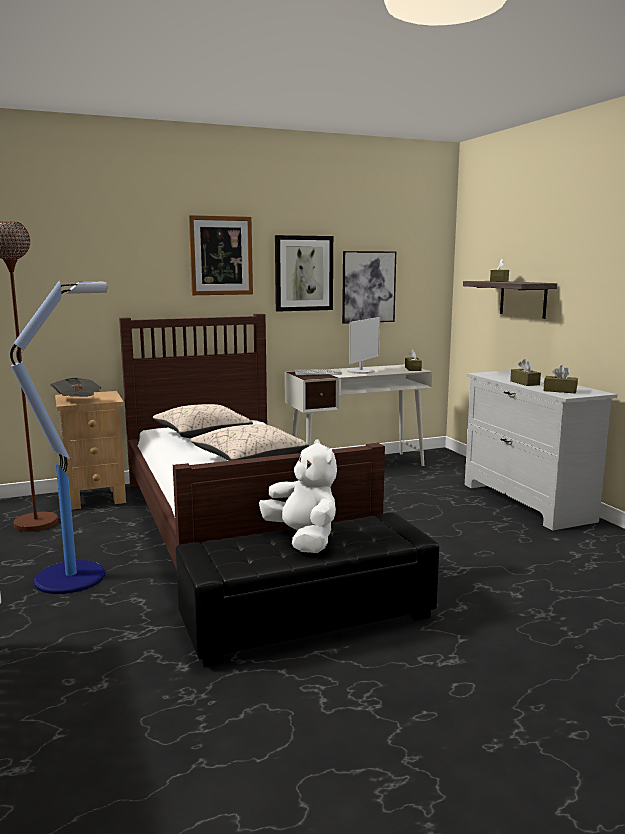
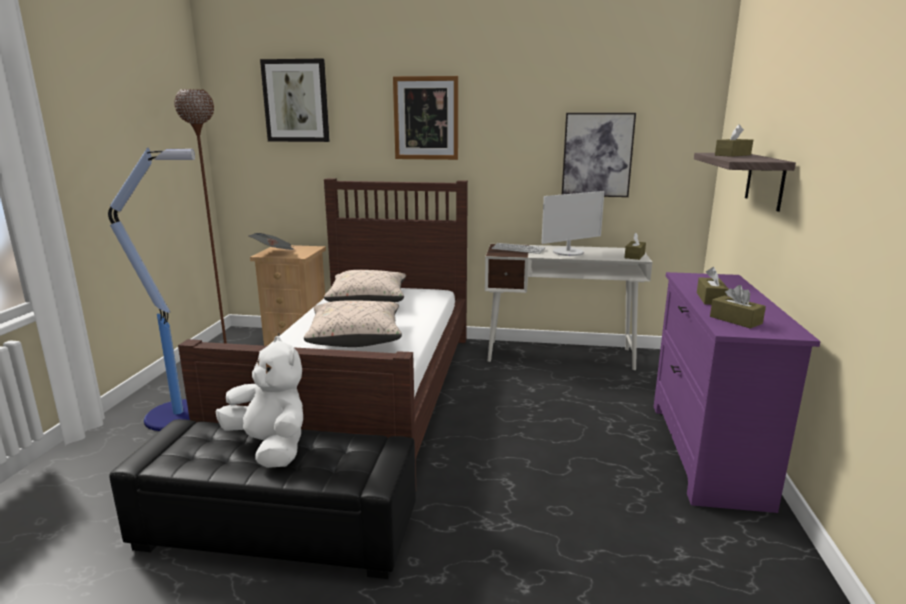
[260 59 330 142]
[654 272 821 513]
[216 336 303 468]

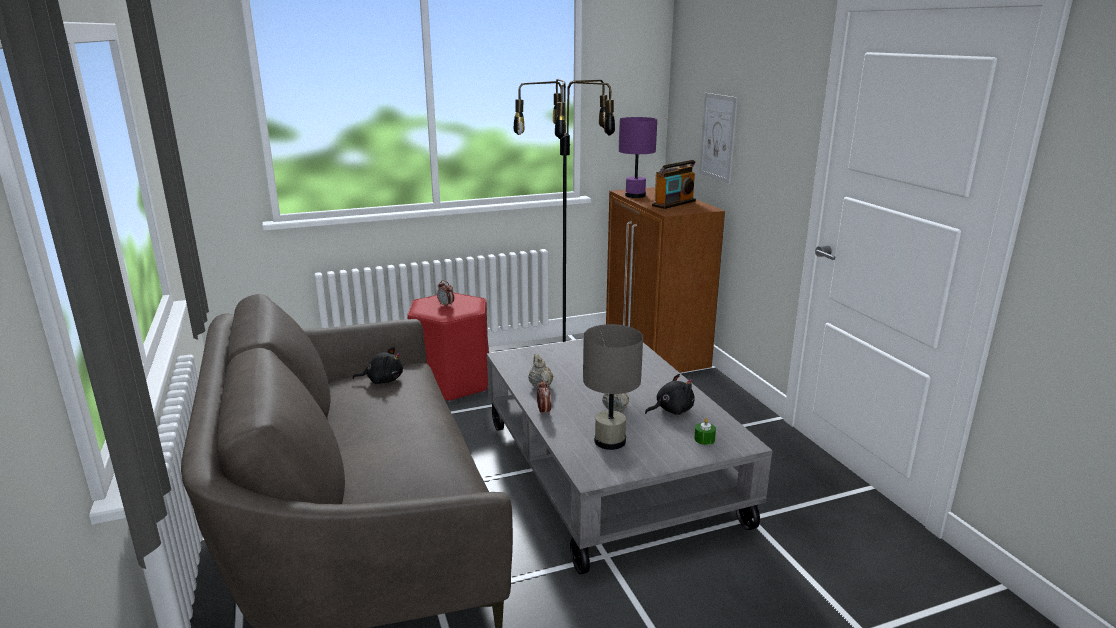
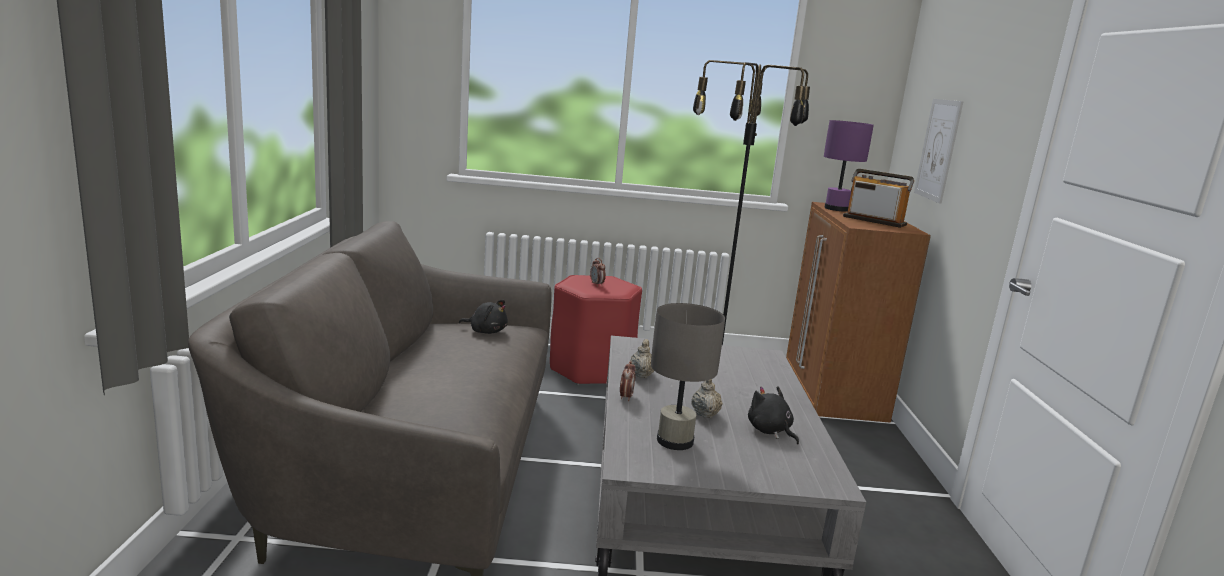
[843 169 914 228]
[748 386 799 445]
[694 418 716 445] (first image)

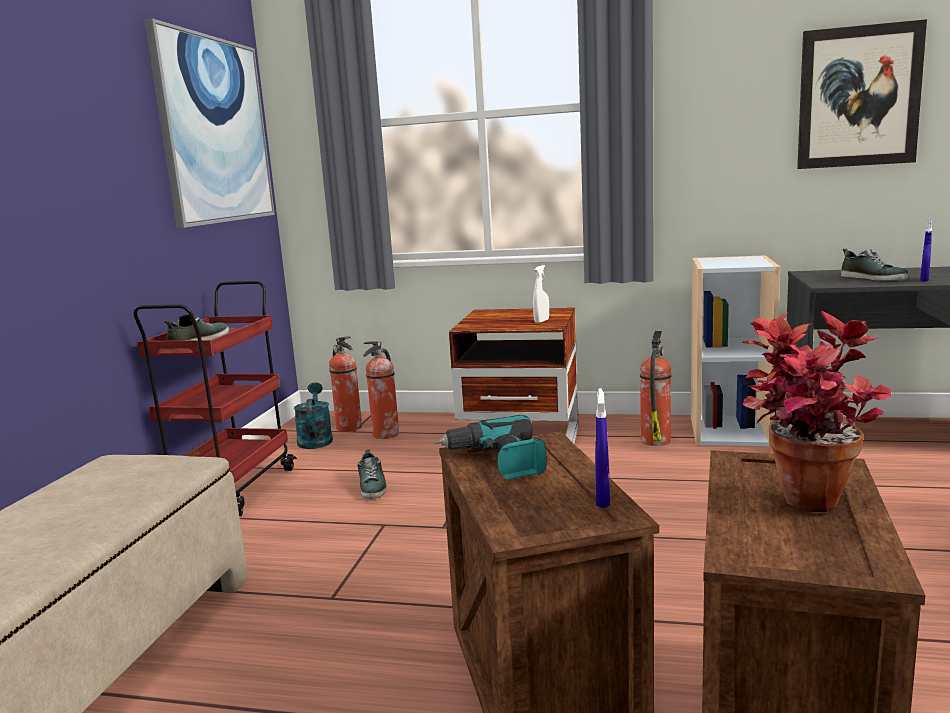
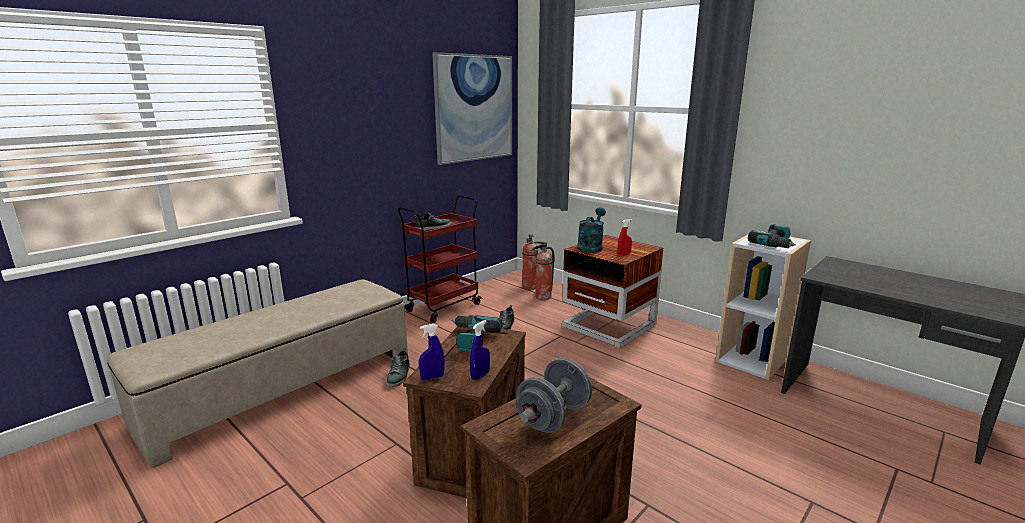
[797 19 927 169] (first image)
[419 324 444 381]
[386 348 410 387]
[618 219 632 255]
[516 357 592 433]
[640 331 671 446] (first image)
[577 207 606 253]
[748 224 796 248]

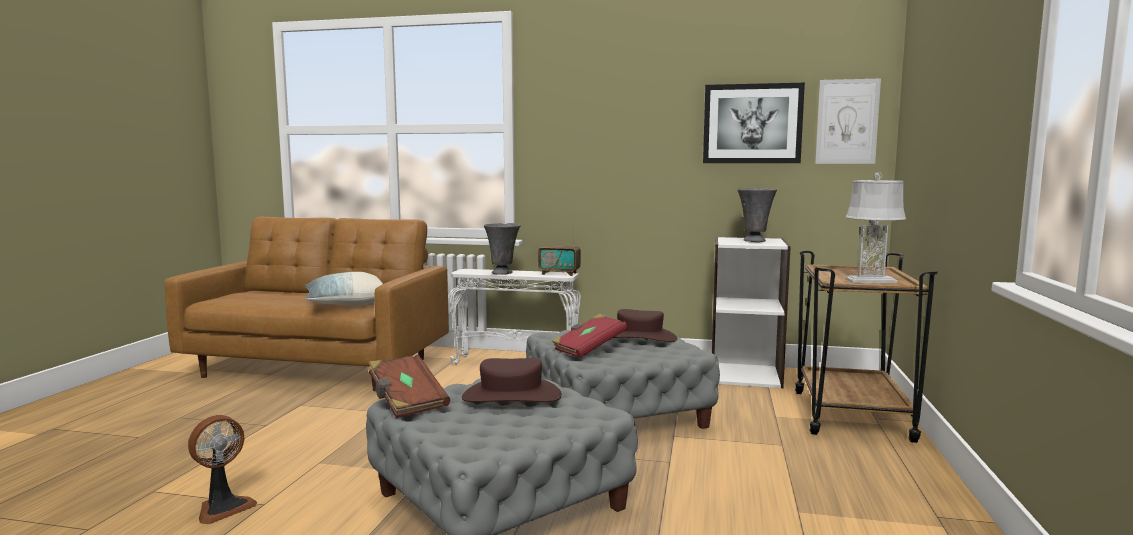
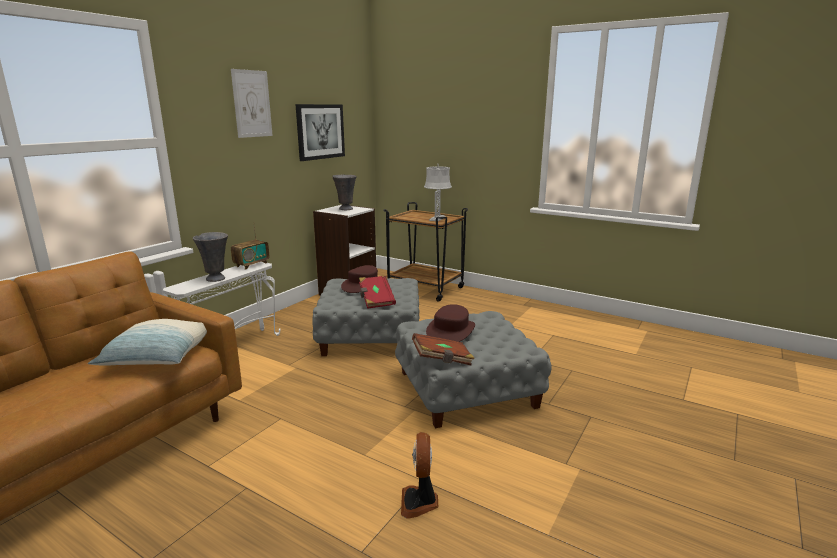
[231 69 273 138]
[401 432 438 519]

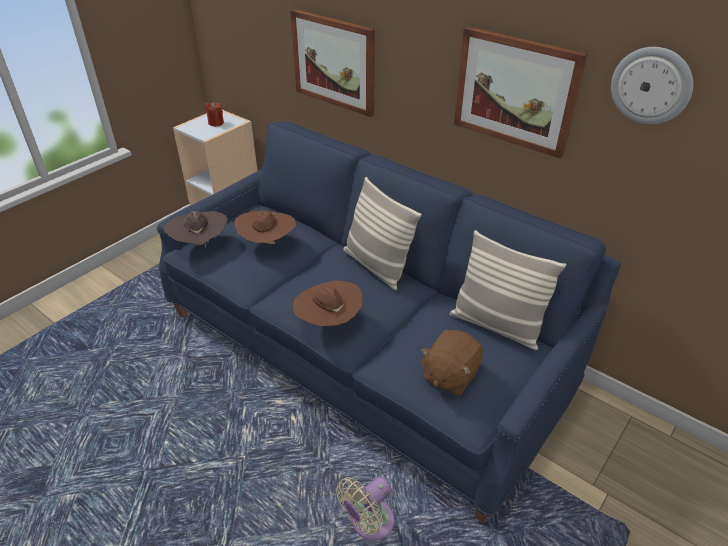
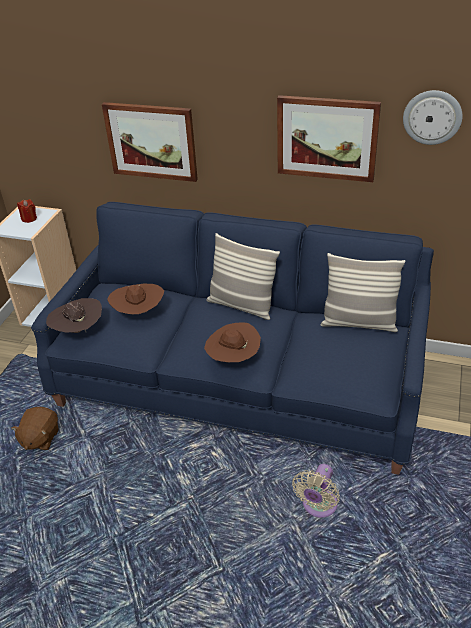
[11 407 59 450]

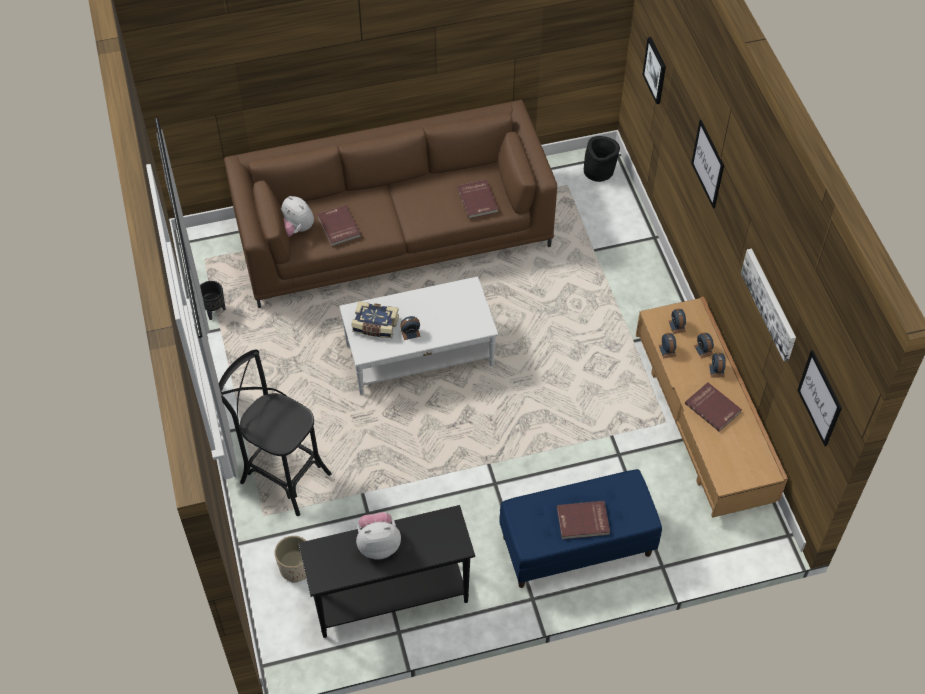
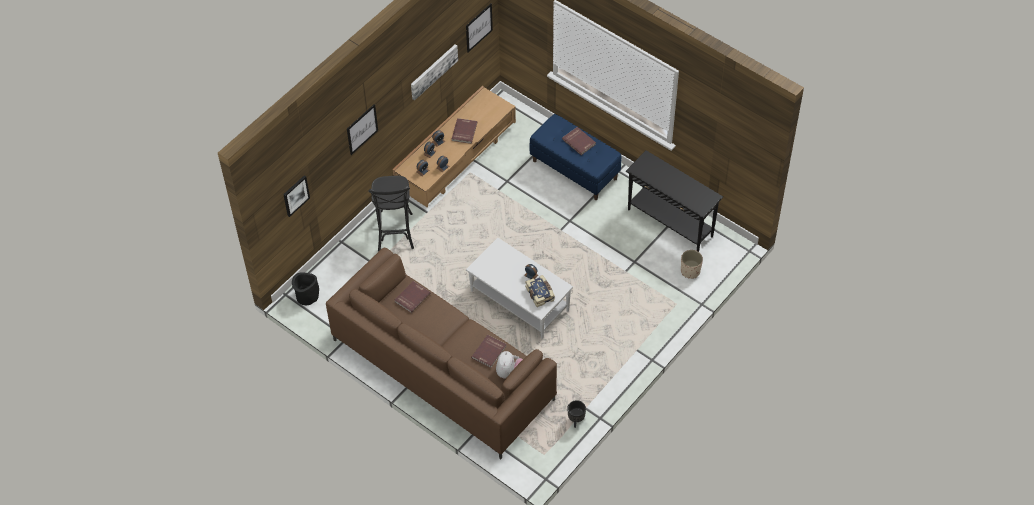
[368 176 414 251]
[356 512 401 559] (first image)

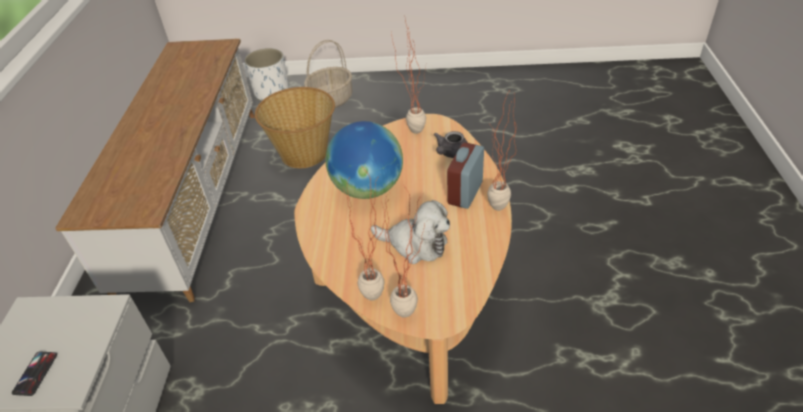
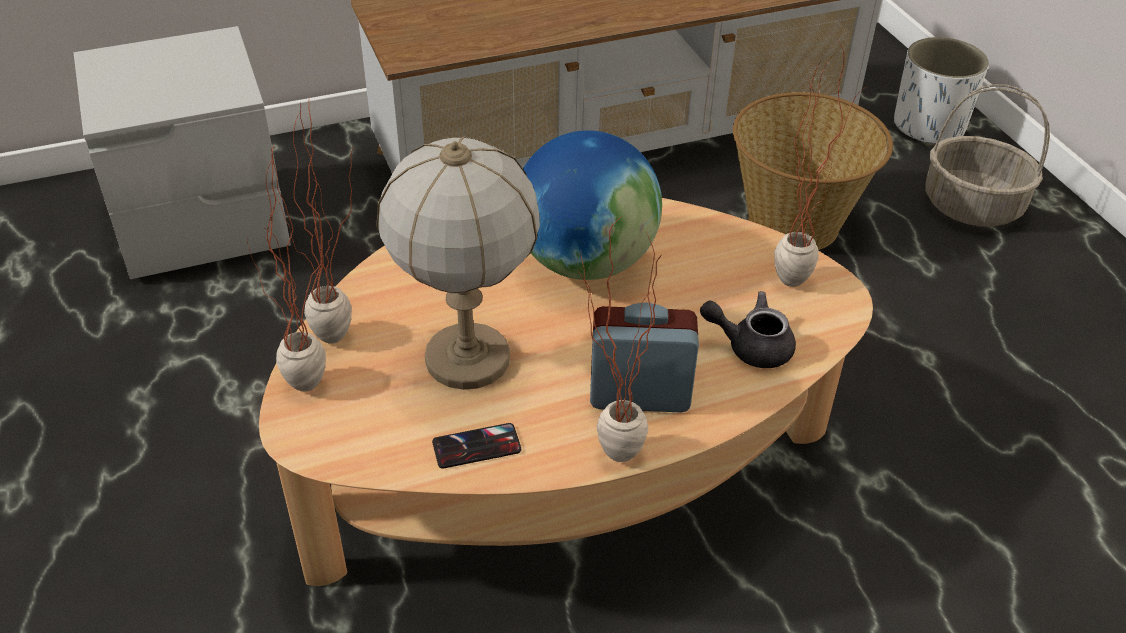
[376 136 540 390]
[432 423 521 468]

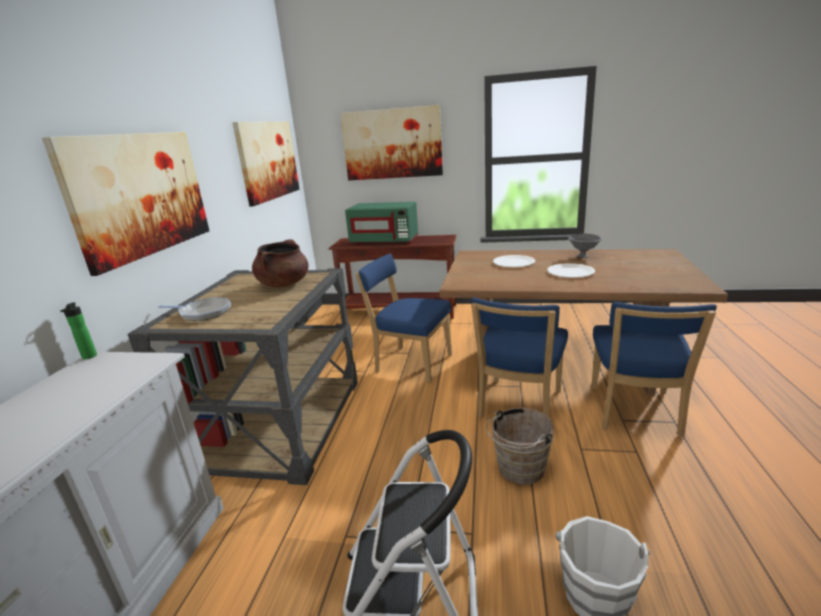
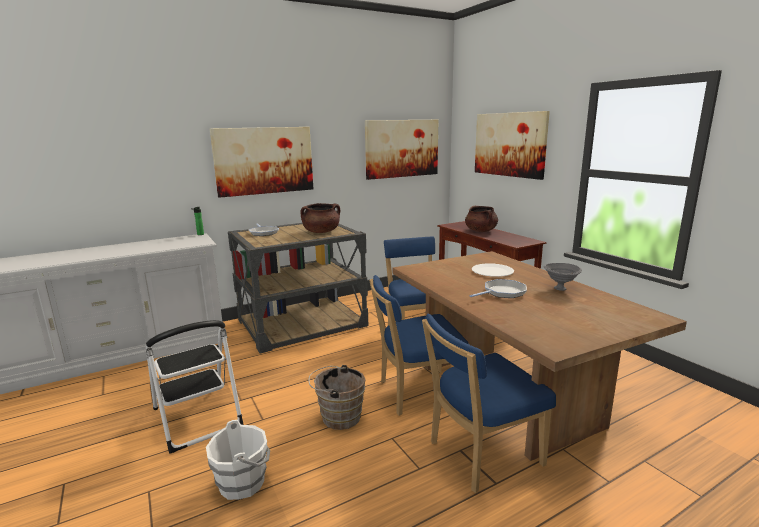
[465 206 498 232]
[470 279 527 298]

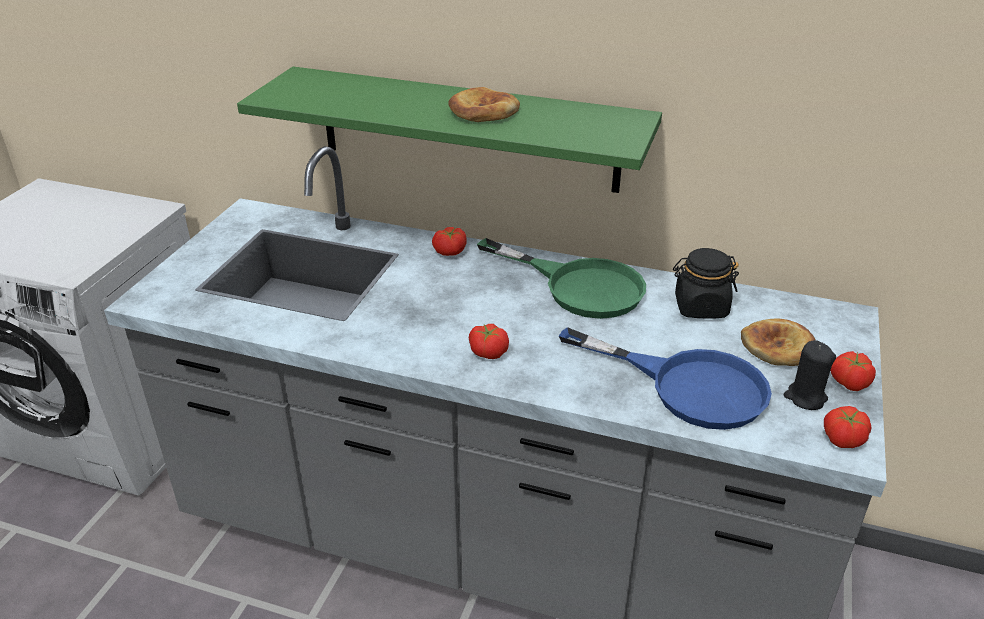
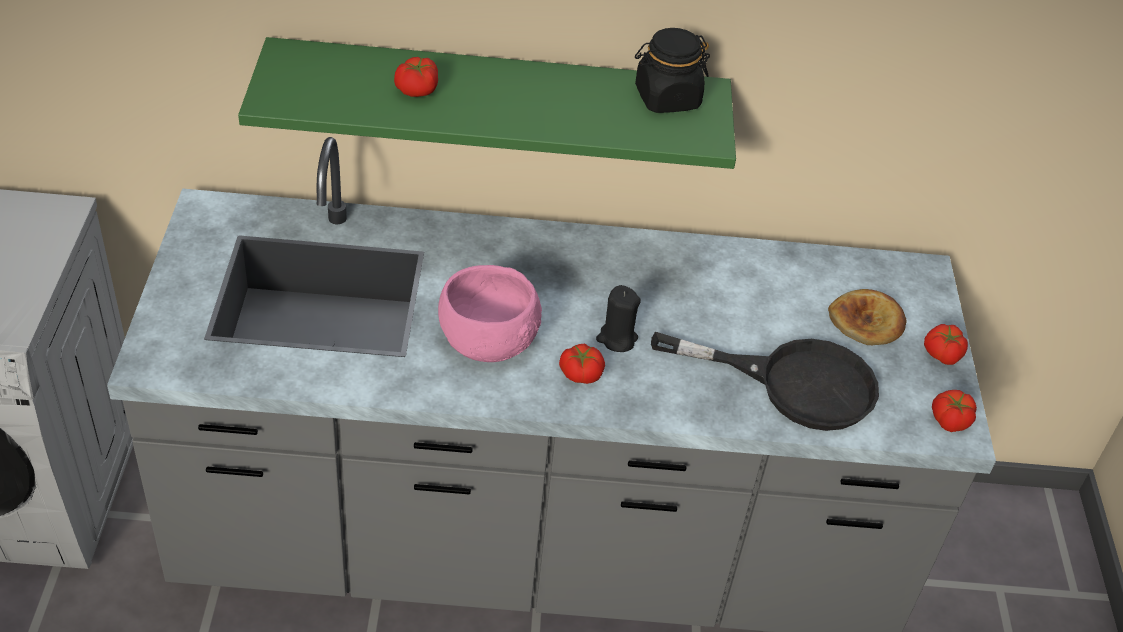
[448 87 520 122] (first image)
[394 57 438 97]
[477 238 646 319] (first image)
[635 28 710 113]
[651 332 879 431]
[596 285 641 352]
[438 265 542 362]

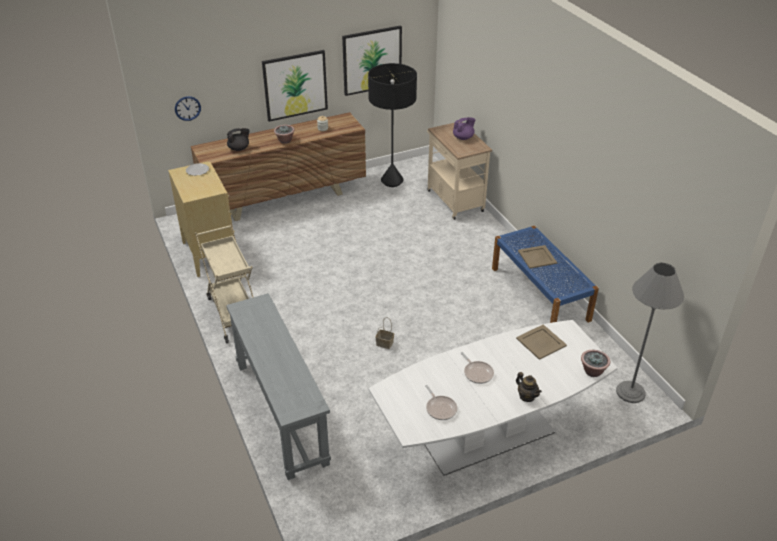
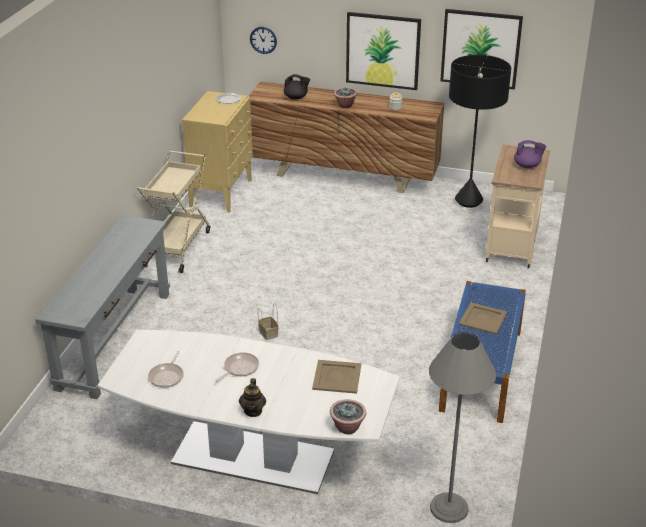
[215 352 259 382]

